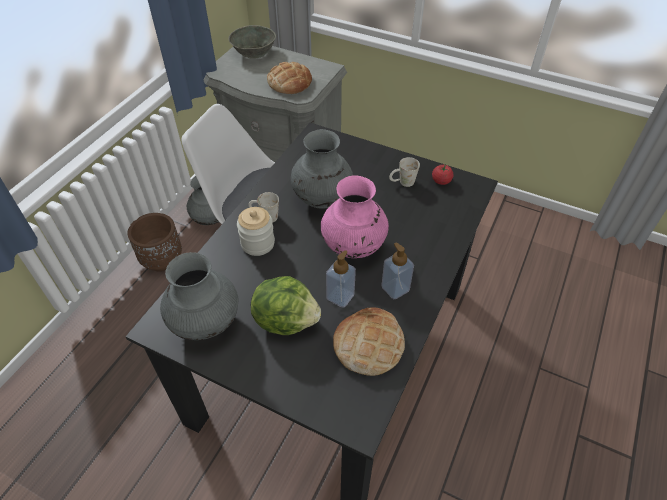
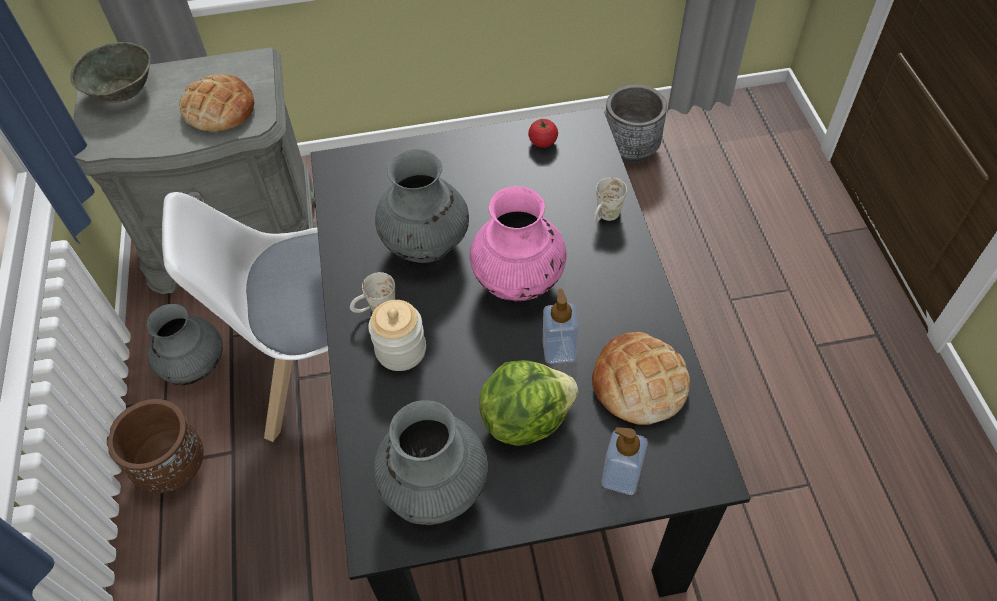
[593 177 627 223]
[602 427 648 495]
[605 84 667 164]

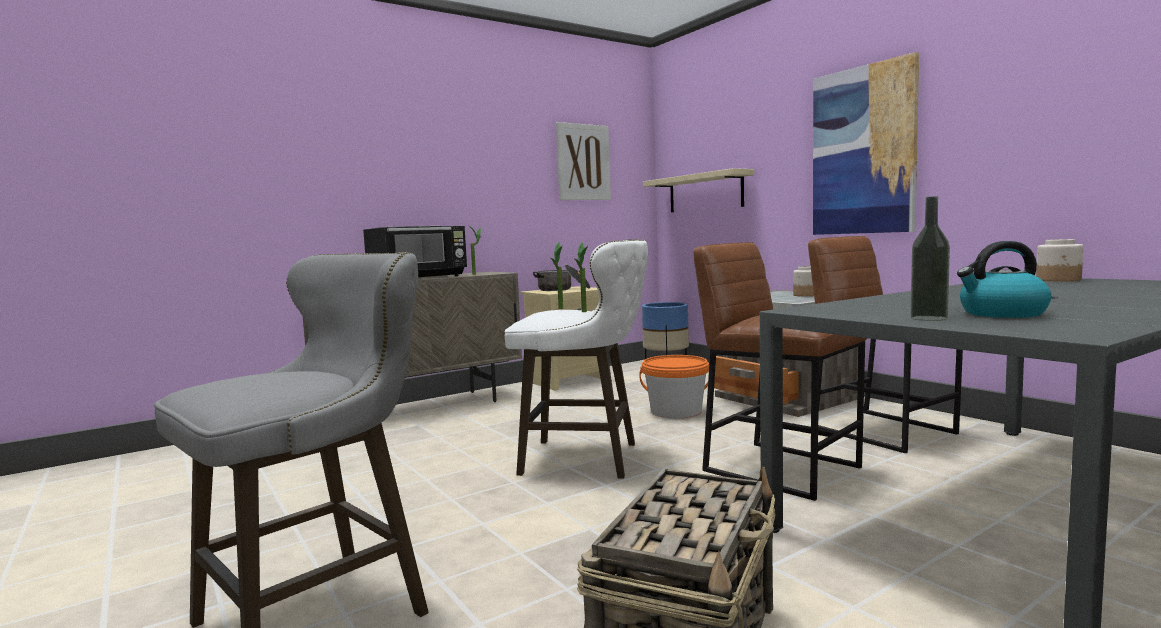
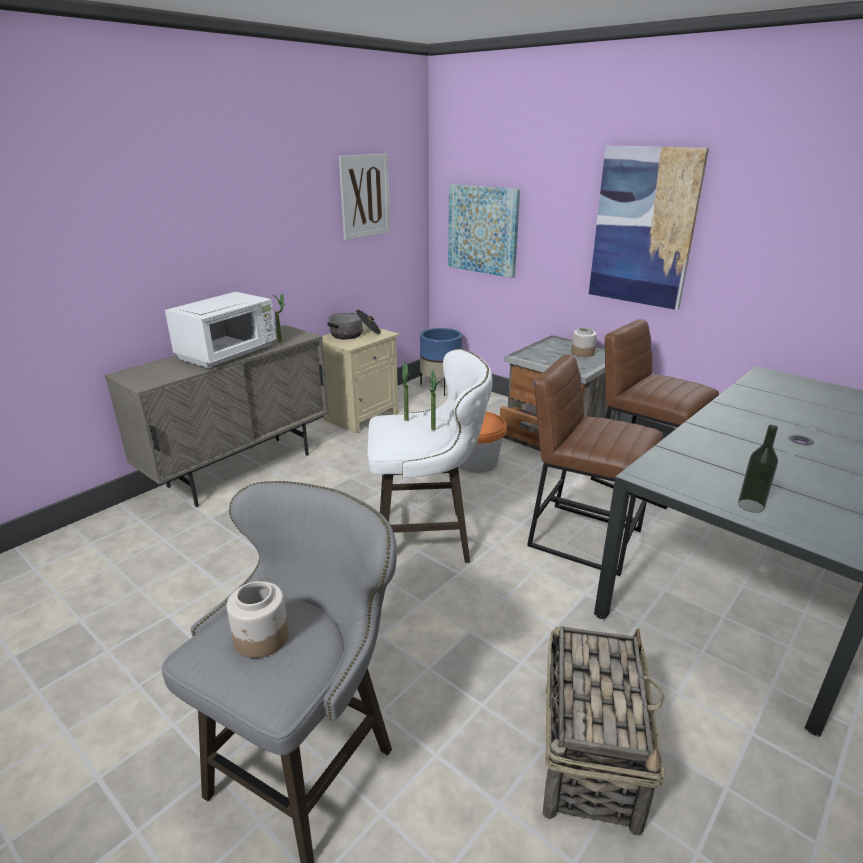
[448 184 520 278]
[165 292 276 369]
[227 581 288 658]
[957 241 1051 318] (first image)

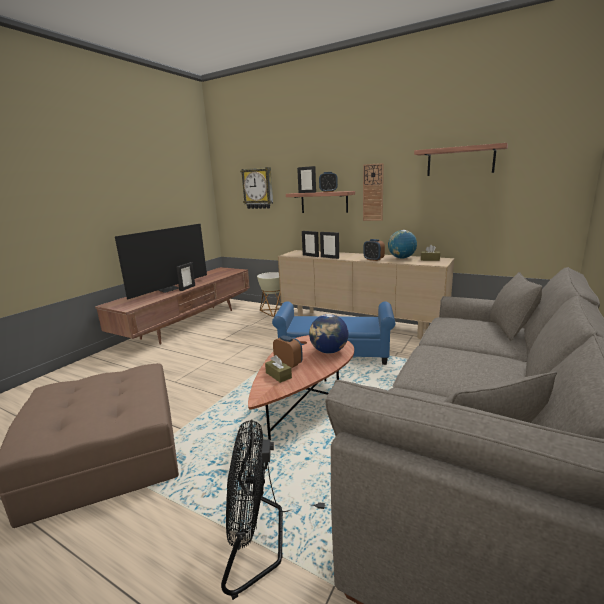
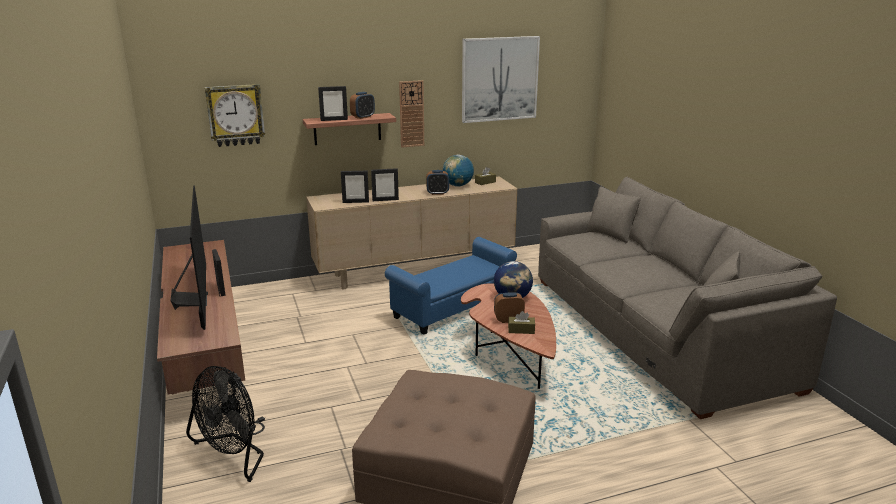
[462 36 540 123]
[257 272 282 317] (first image)
[186 366 265 482]

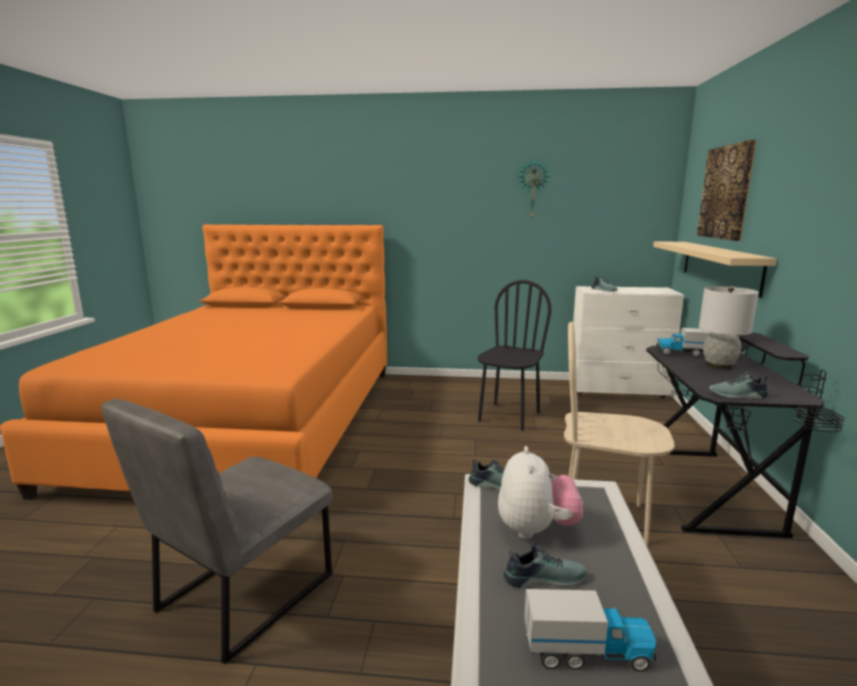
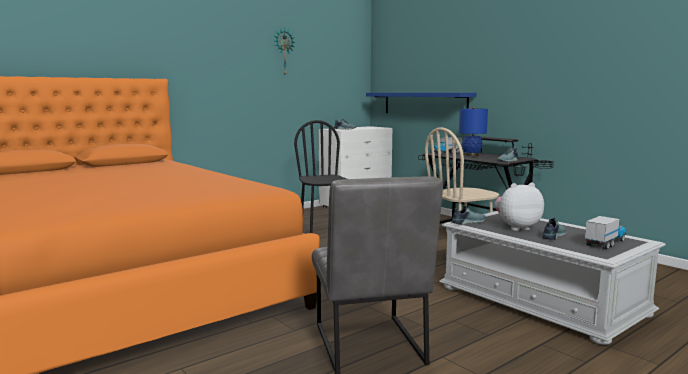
[697 140 757 241] (first image)
[366 93 476 113]
[459 107 488 156]
[495 182 544 231]

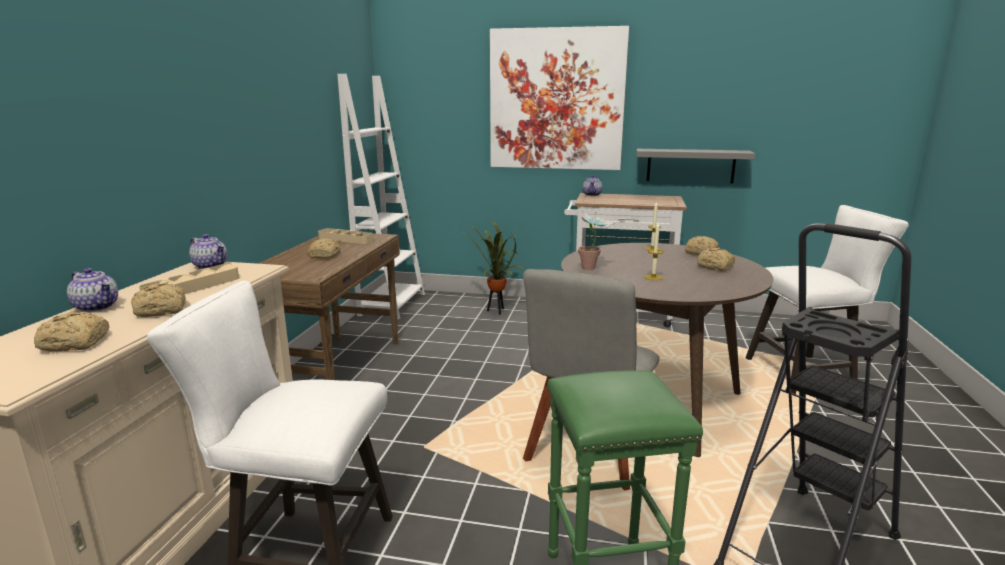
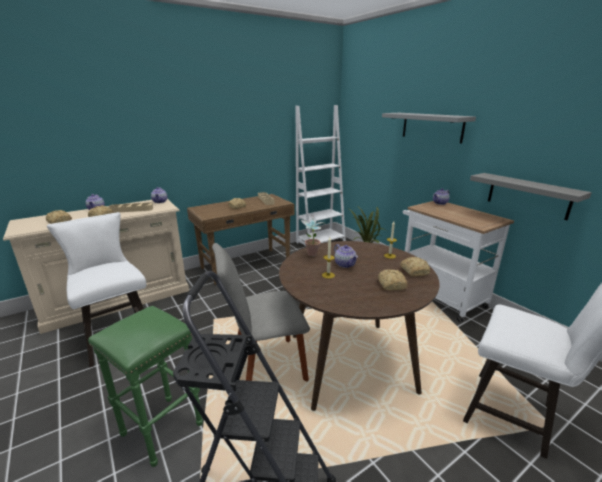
[382 113 476 144]
[334 244 358 268]

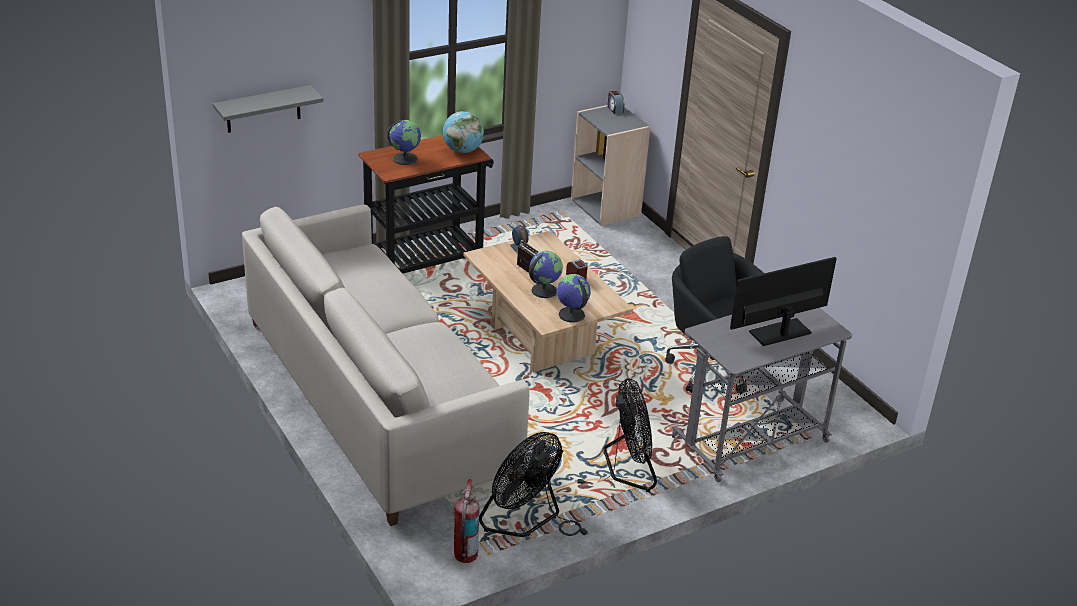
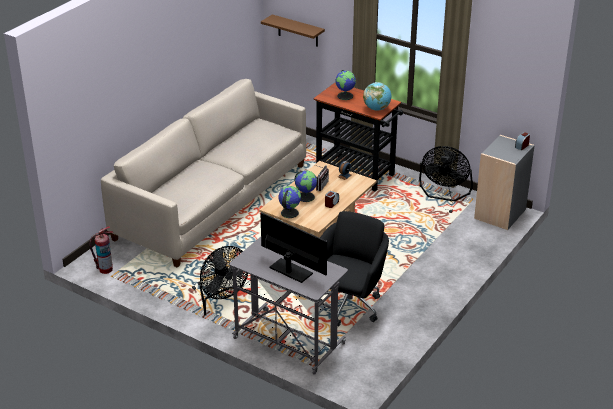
[261 14 325 47]
[419 146 473 213]

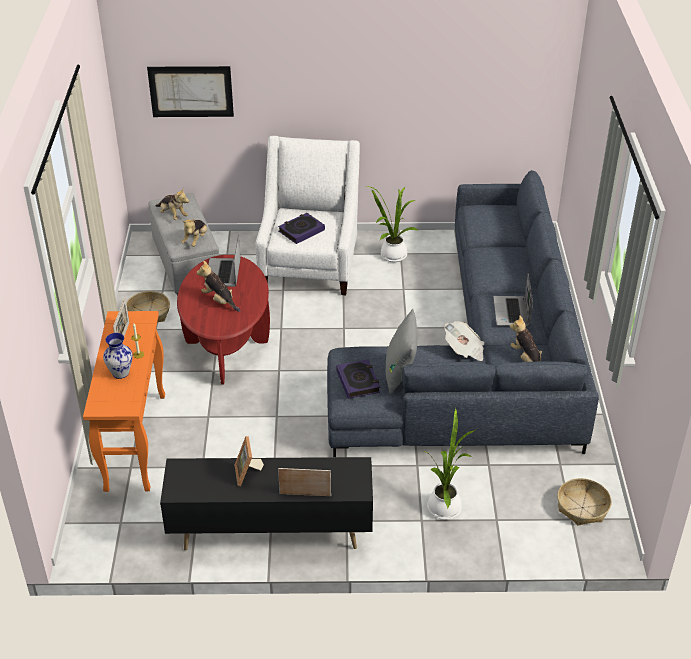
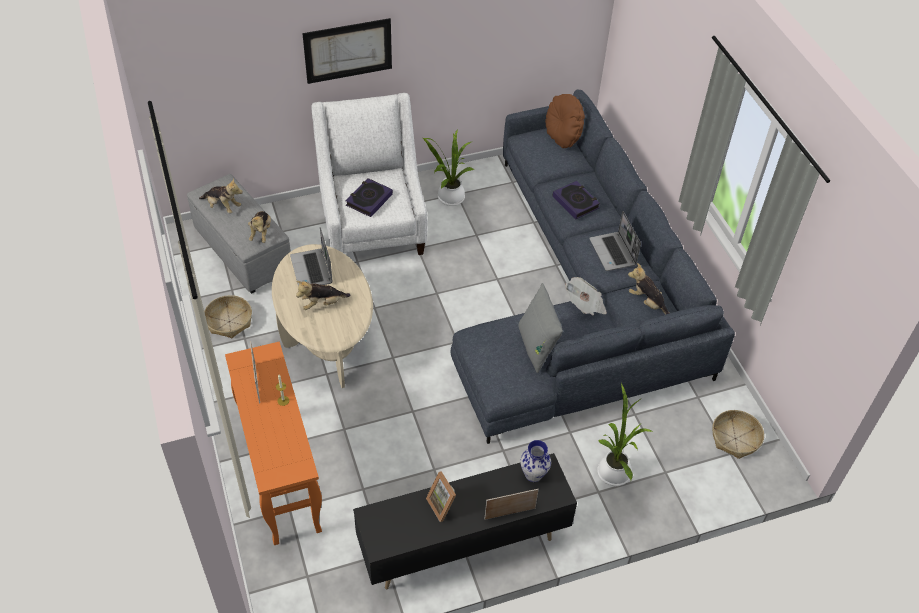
[302 18 392 84]
[272 244 373 388]
[296 281 350 310]
[520 440 551 482]
[552 181 600 219]
[545 94 585 148]

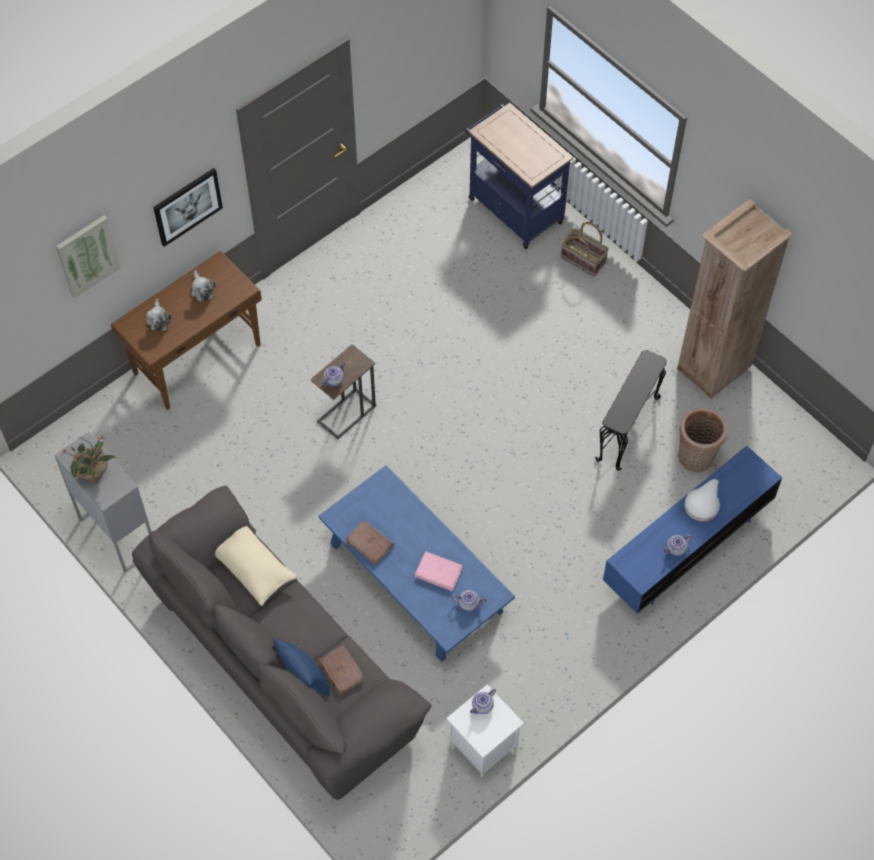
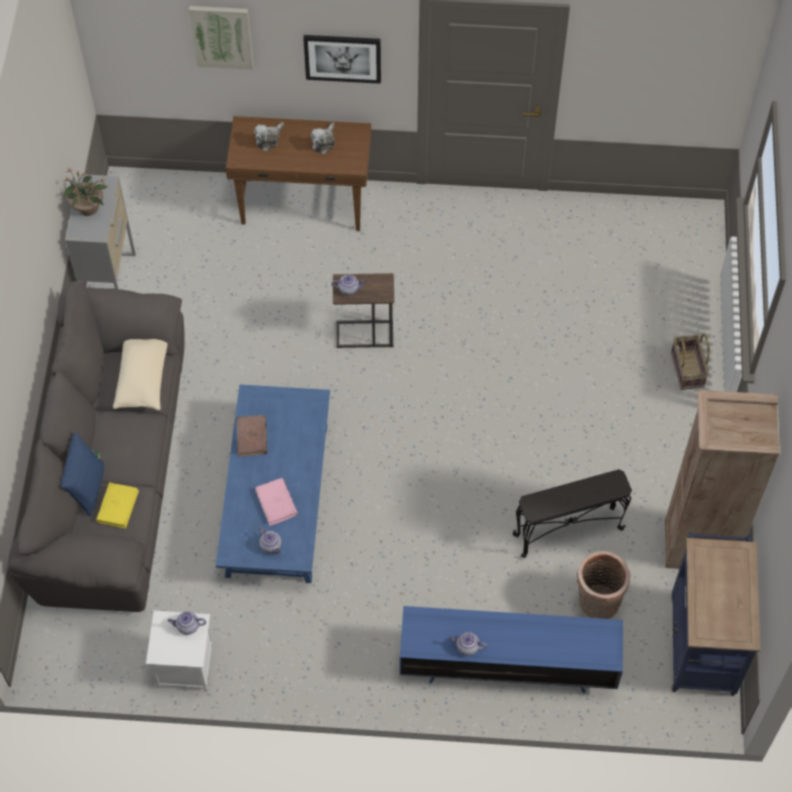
[671 532 760 696]
[684 479 720 522] (first image)
[96 482 139 529]

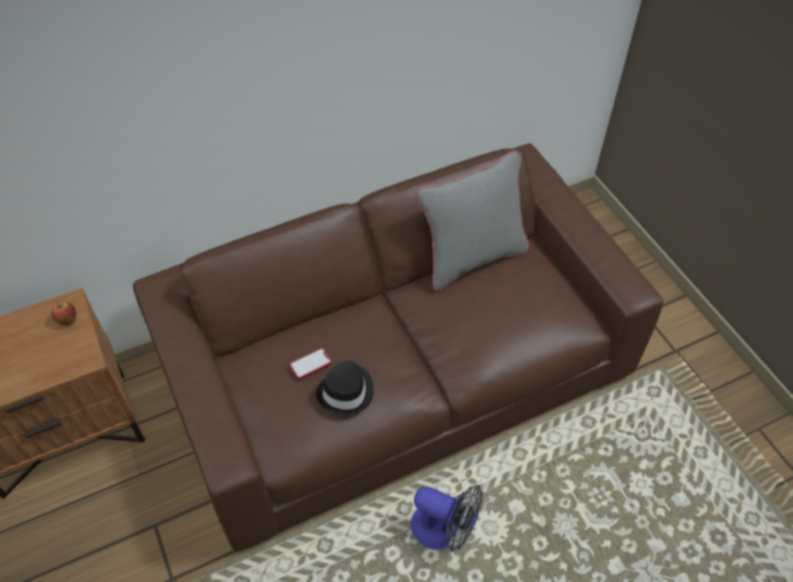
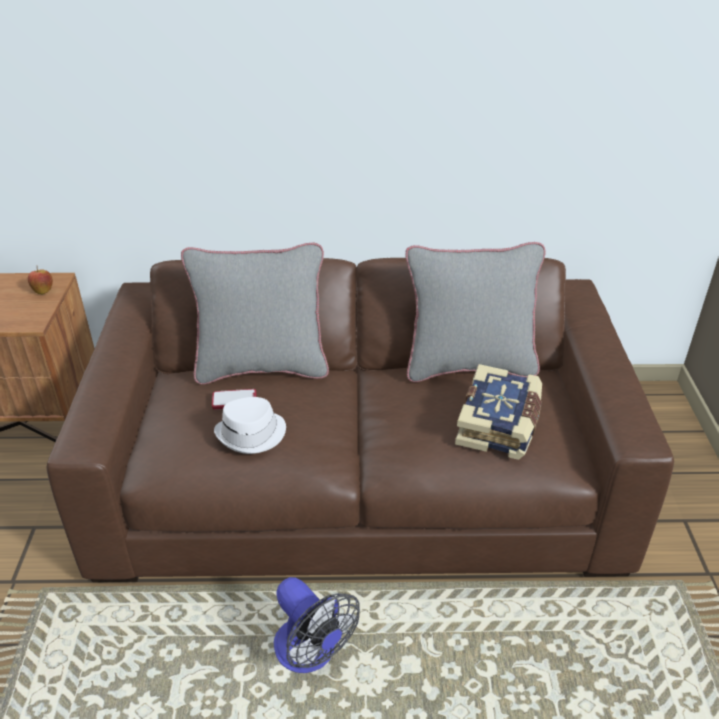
[214 397 286 454]
[181 243 329 385]
[455 364 542 460]

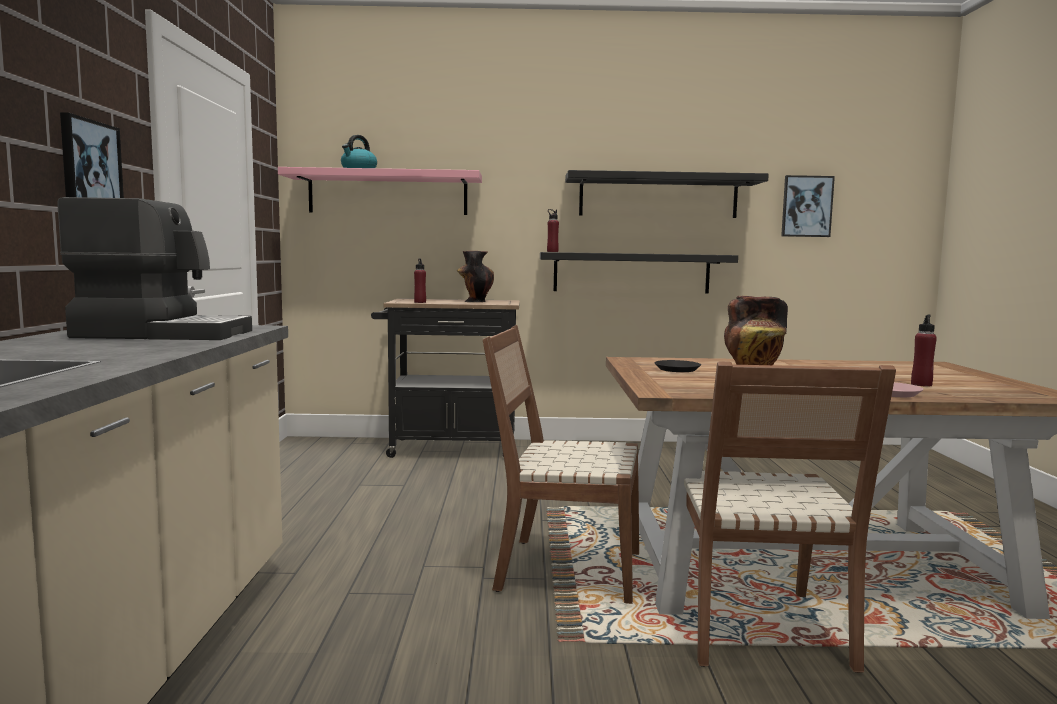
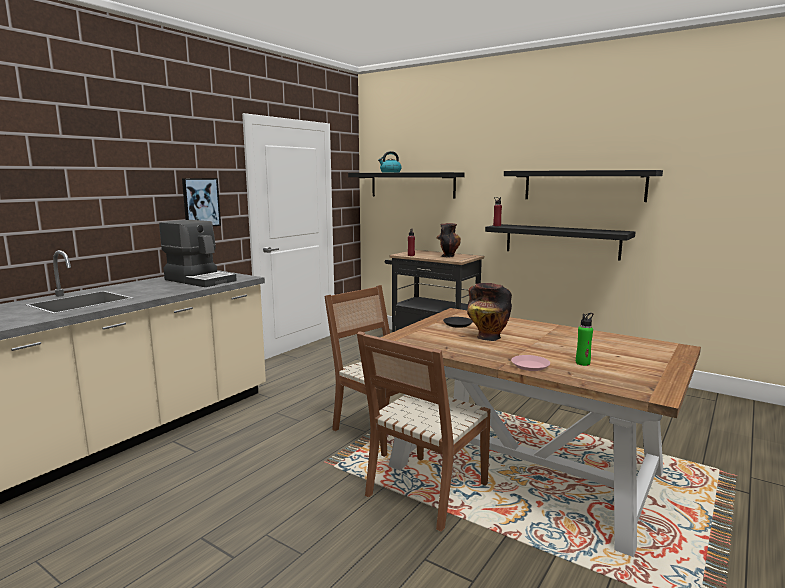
[348 172 465 198]
[781 175 835 237] (first image)
[576 313 593 366]

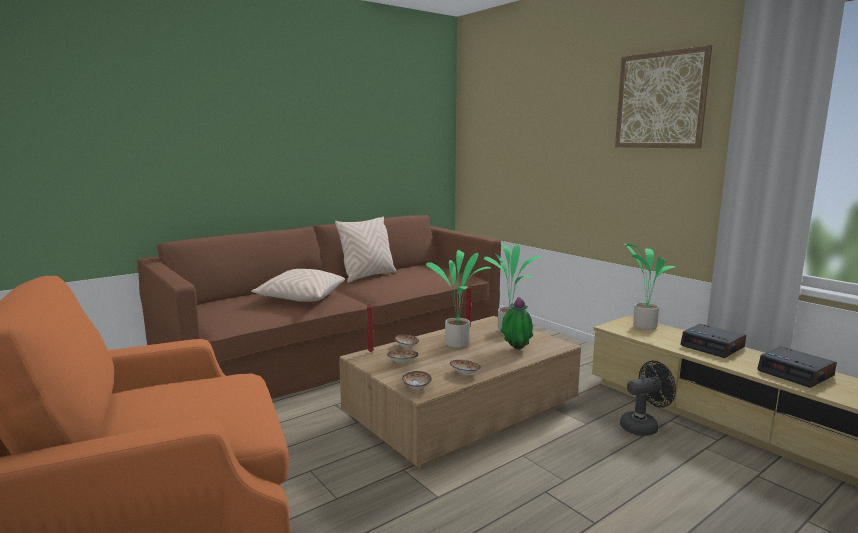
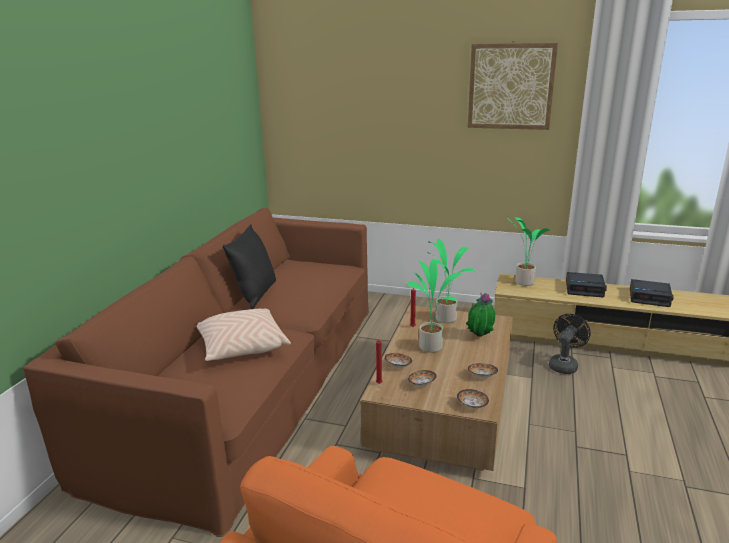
[223 224 276 309]

